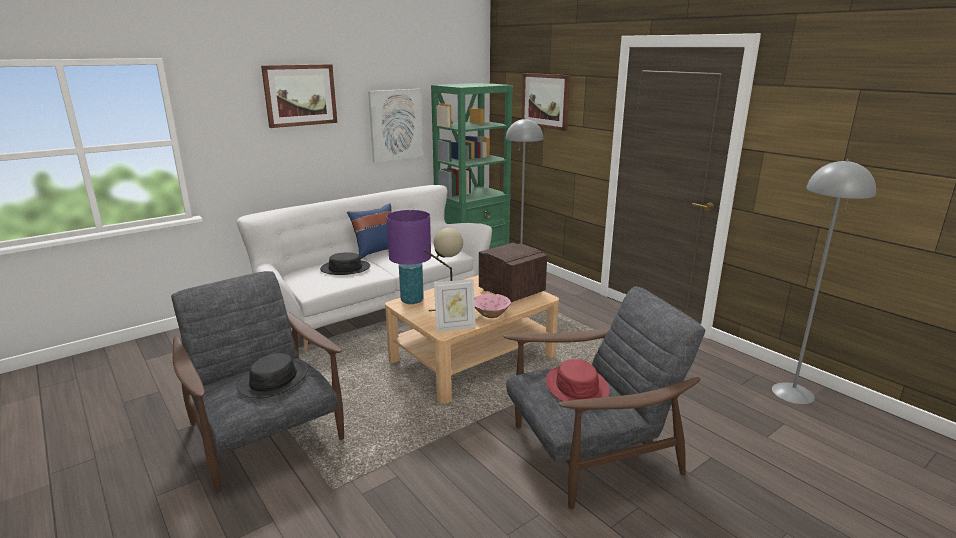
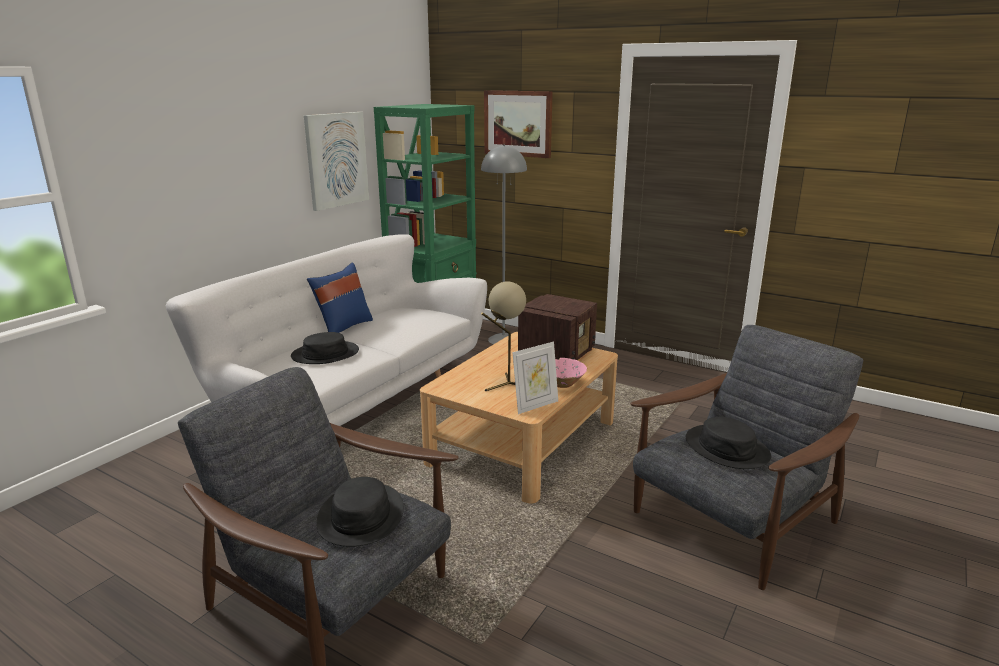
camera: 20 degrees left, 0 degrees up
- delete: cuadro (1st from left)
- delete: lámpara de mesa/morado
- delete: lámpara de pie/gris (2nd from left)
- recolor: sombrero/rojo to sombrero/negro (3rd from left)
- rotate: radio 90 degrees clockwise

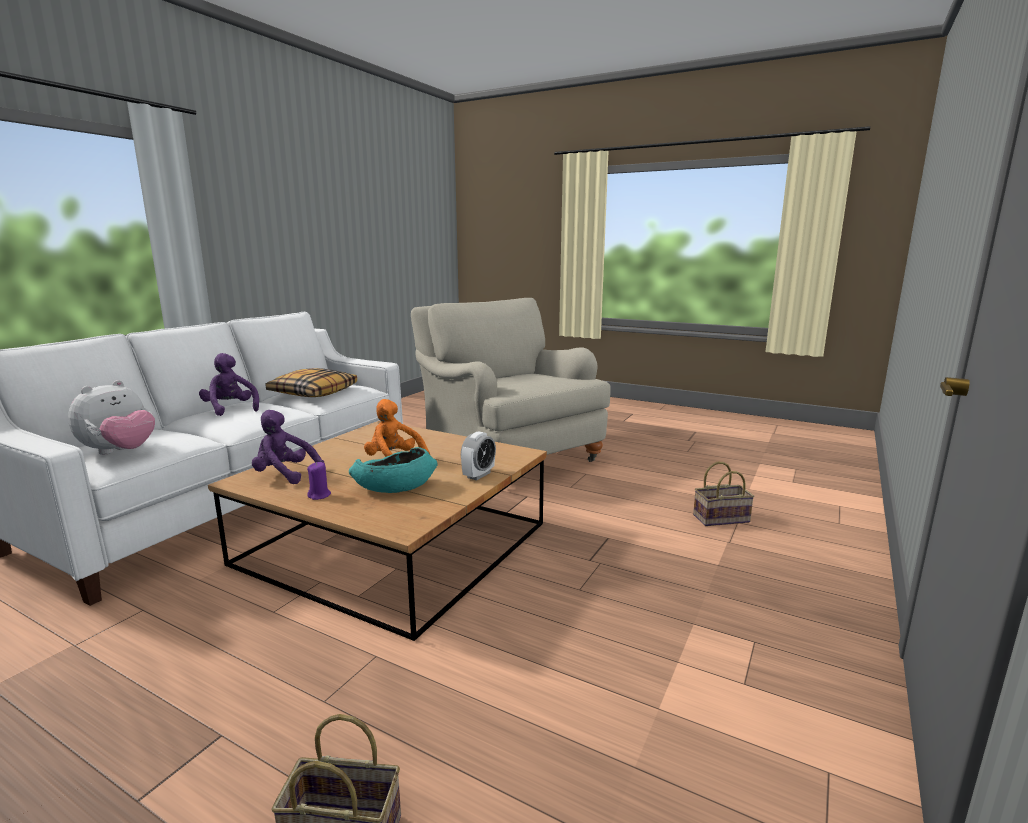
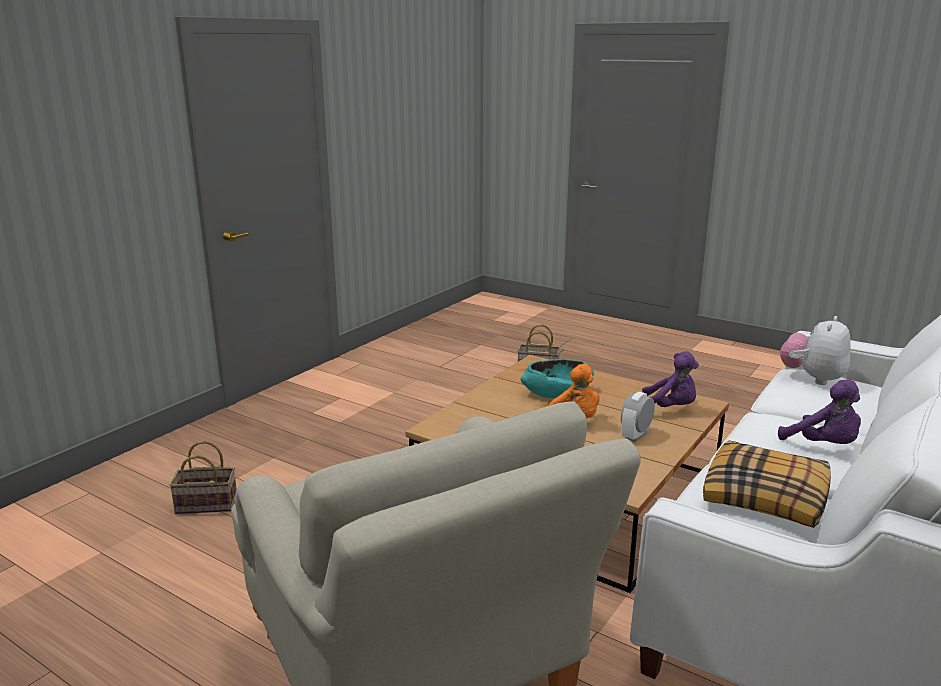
camera: 175 degrees left, 5 degrees up
- delete: vela/morado
- move: despertador

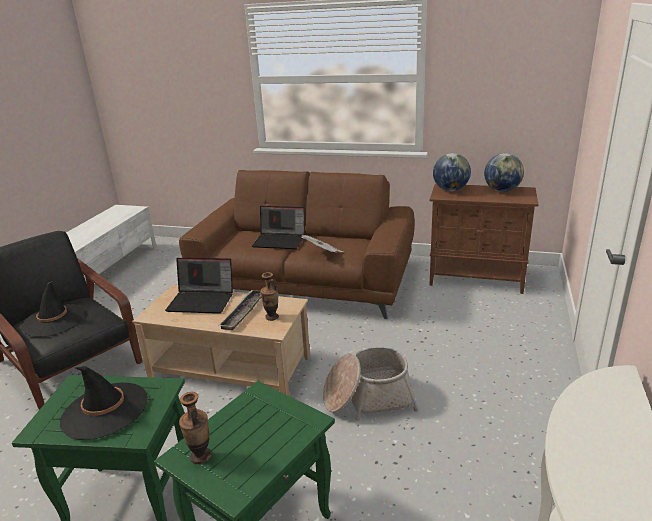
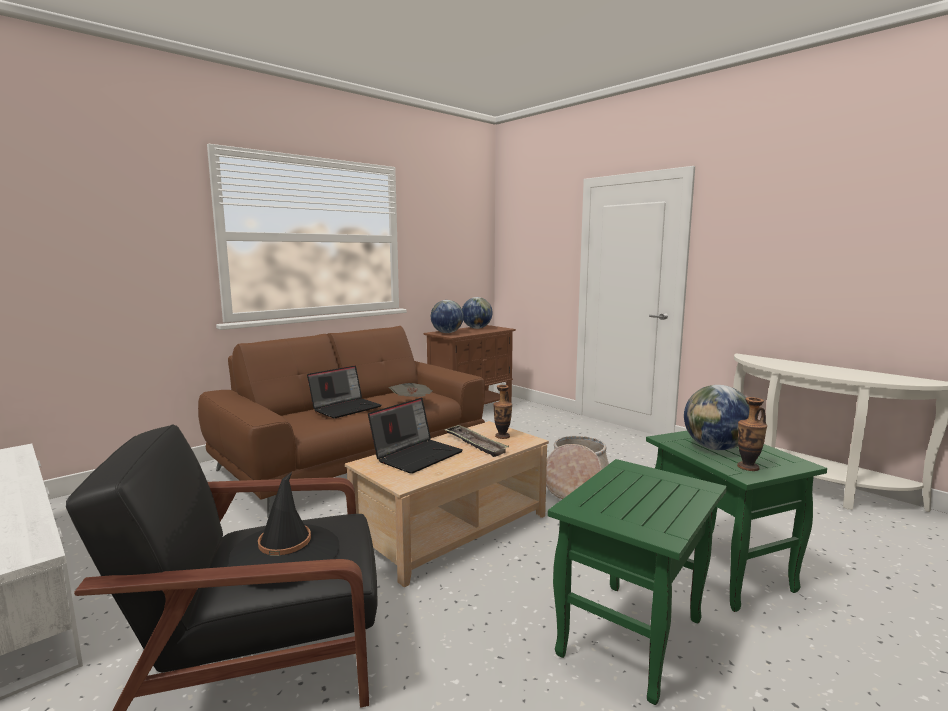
camera: 60 degrees left, 15 degrees down
- delete: sombrero/negro (2nd from left)
- insert: globo terráqueo (3rd from left)

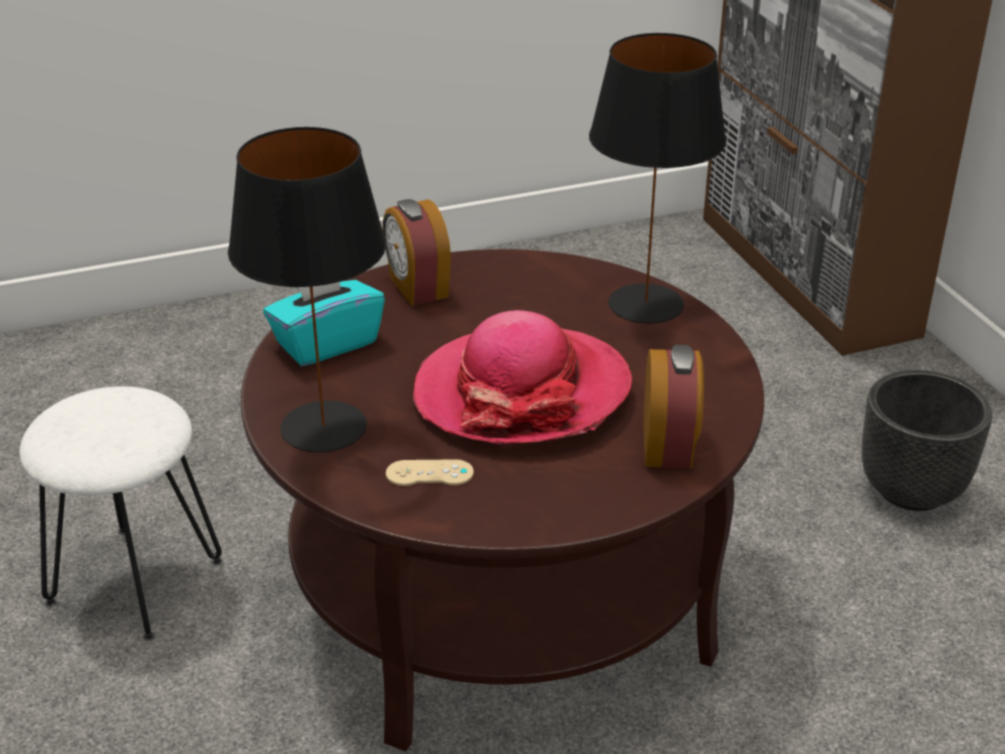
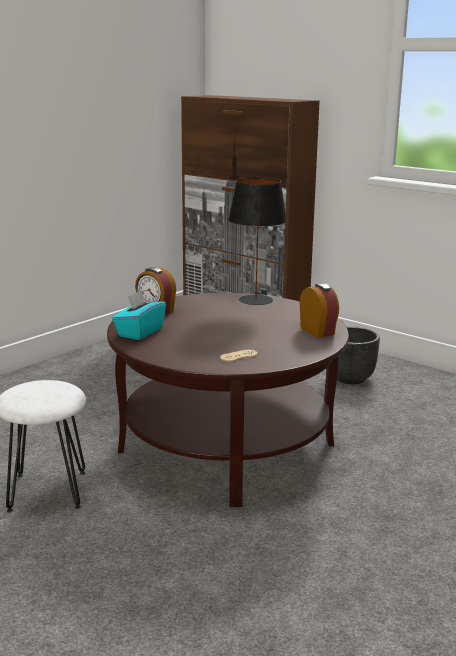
camera: 30 degrees left, 15 degrees down
- delete: lámpara de mesa/negro (1st from left)
- delete: sombrero

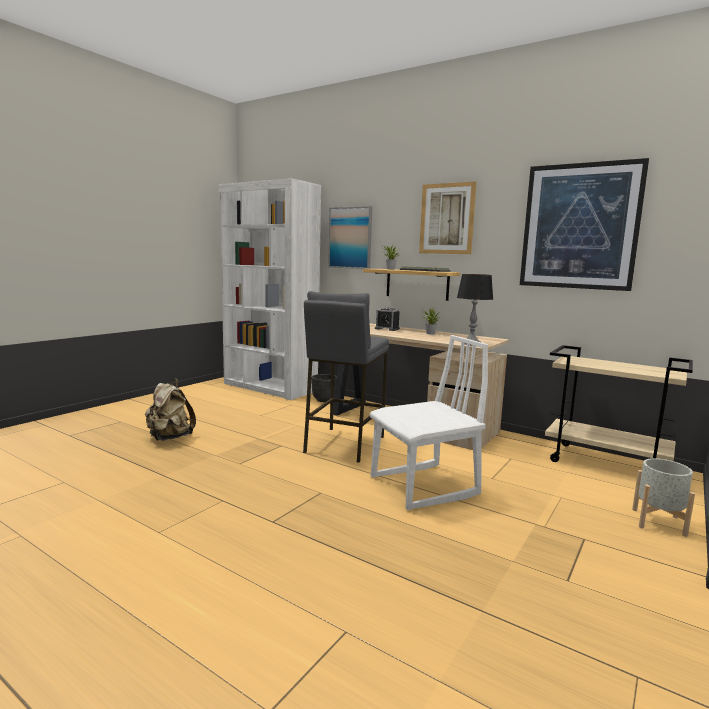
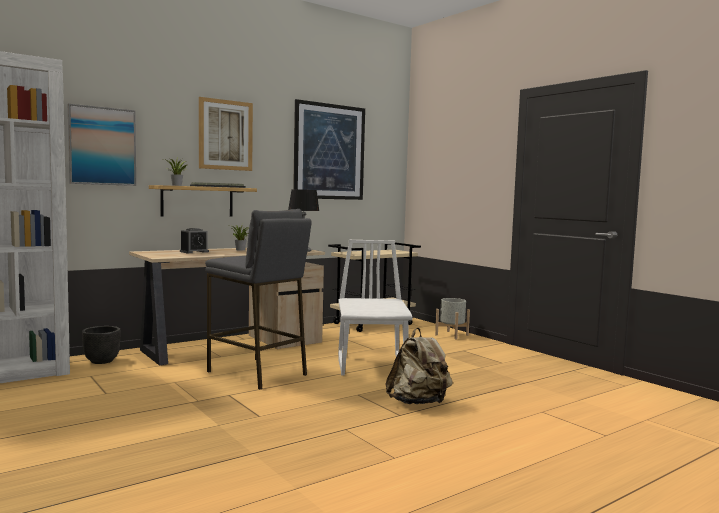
camera: 70 degrees left, 5 degrees down
- move: mochila/beis

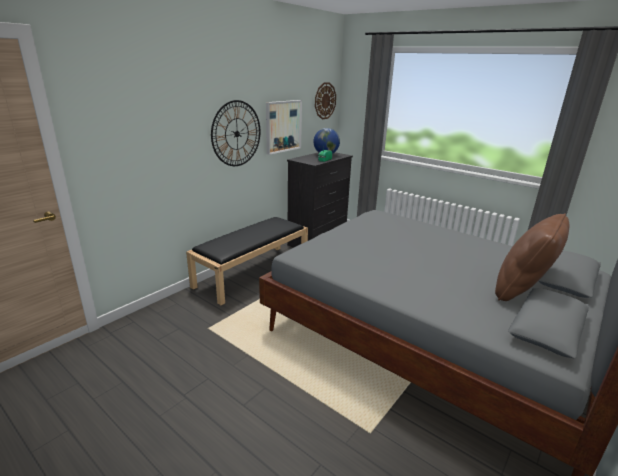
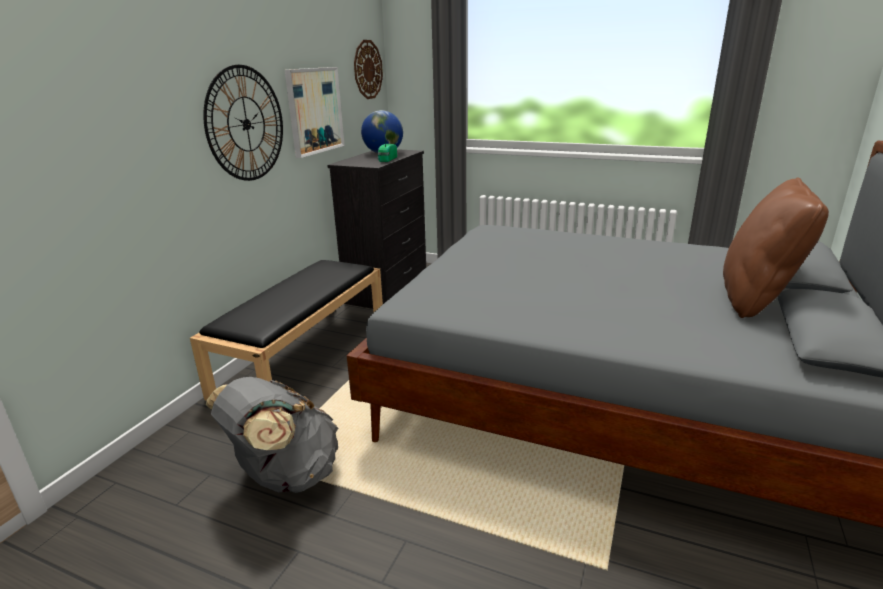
camera: 15 degrees left, 0 degrees up
- insert: mochila/gris

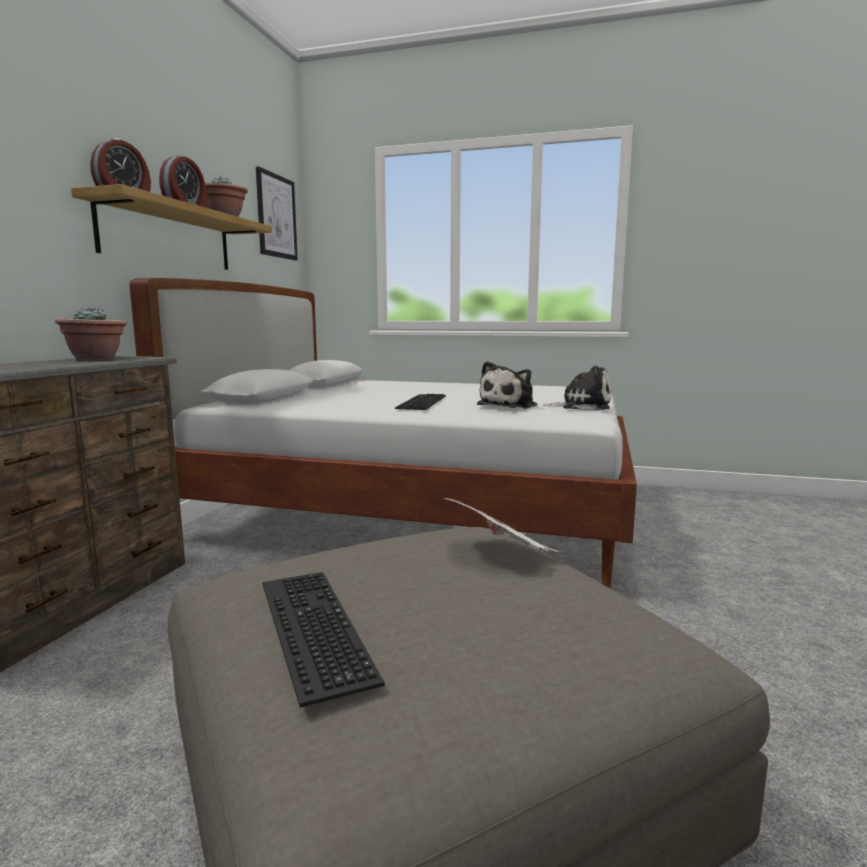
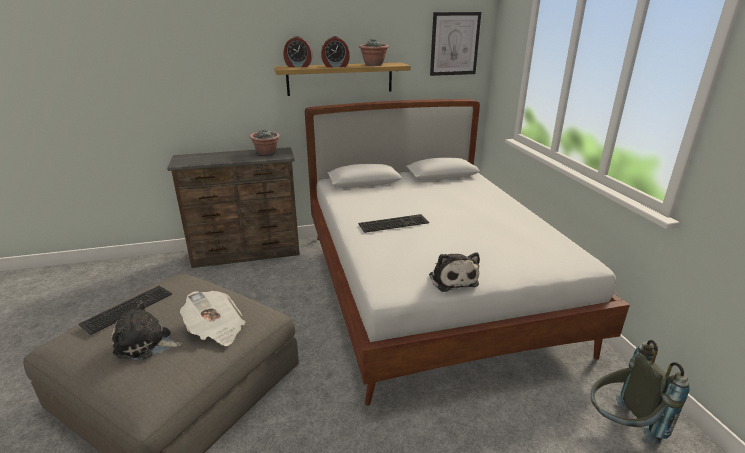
camera: 60 degrees right, 15 degrees up
- insert: mochila/gris
- move: peluche (1st from left)

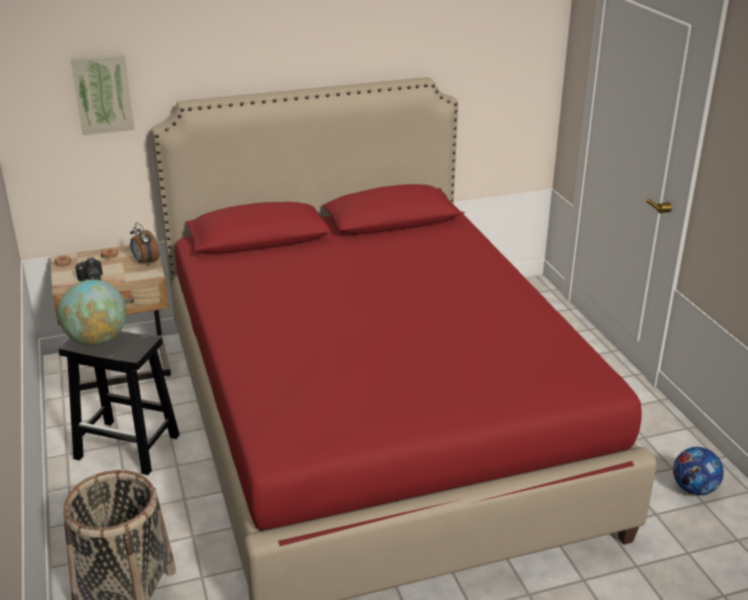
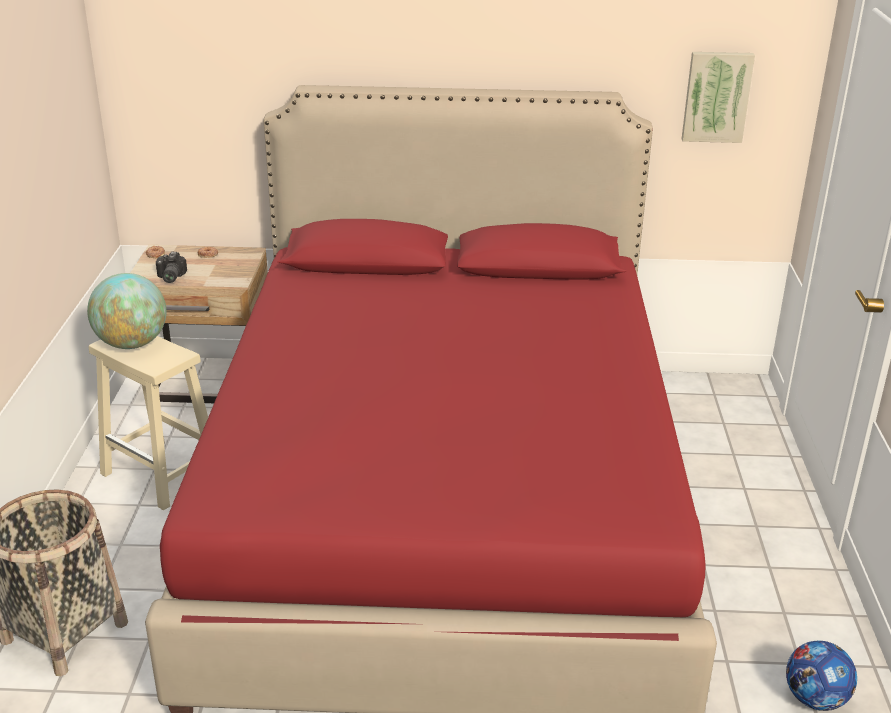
camera: 20 degrees right, 0 degrees up
- delete: despertador
- move: cuadro
- recolor: taburete/negro to taburete/beis

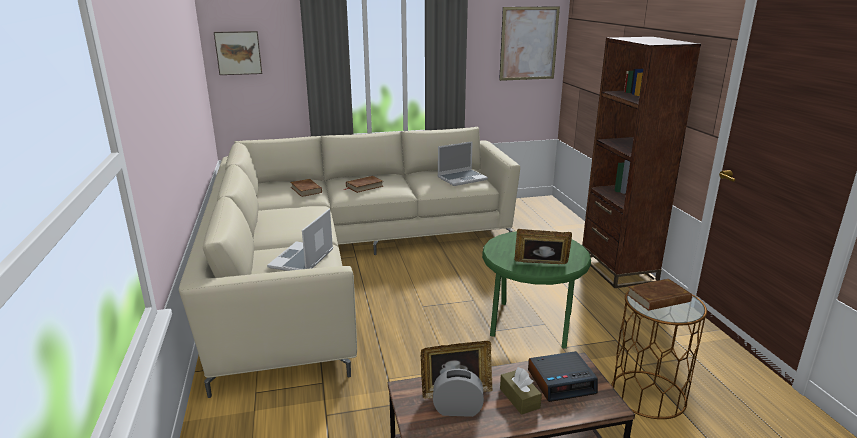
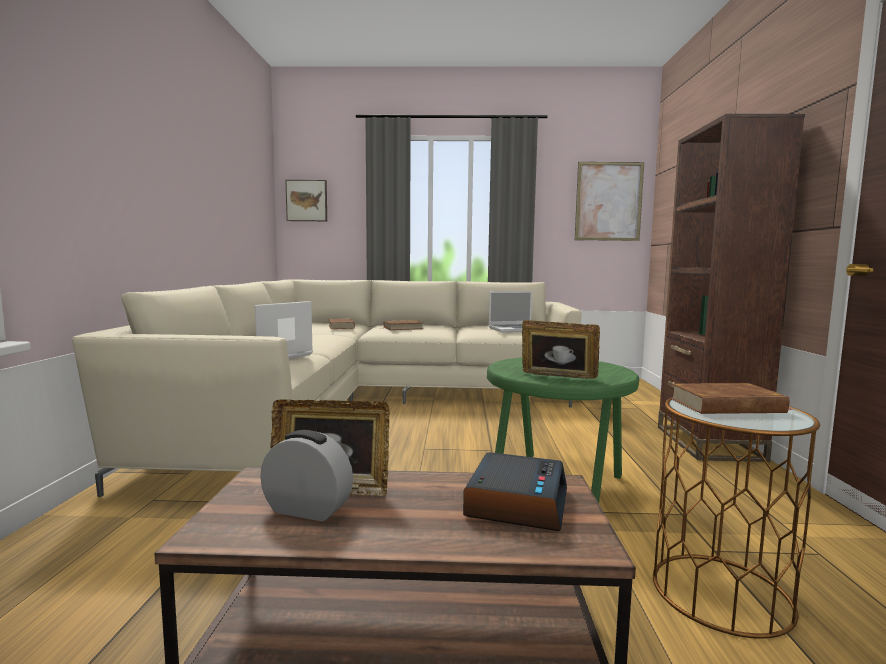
camera: 15 degrees right, 15 degrees down
- delete: caja de pañuelos/marrón
- rotate: despertador (2nd from left) 75 degrees counterclockwise

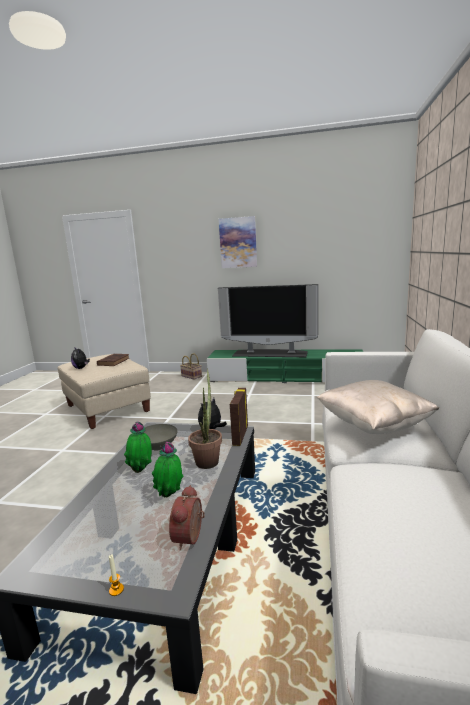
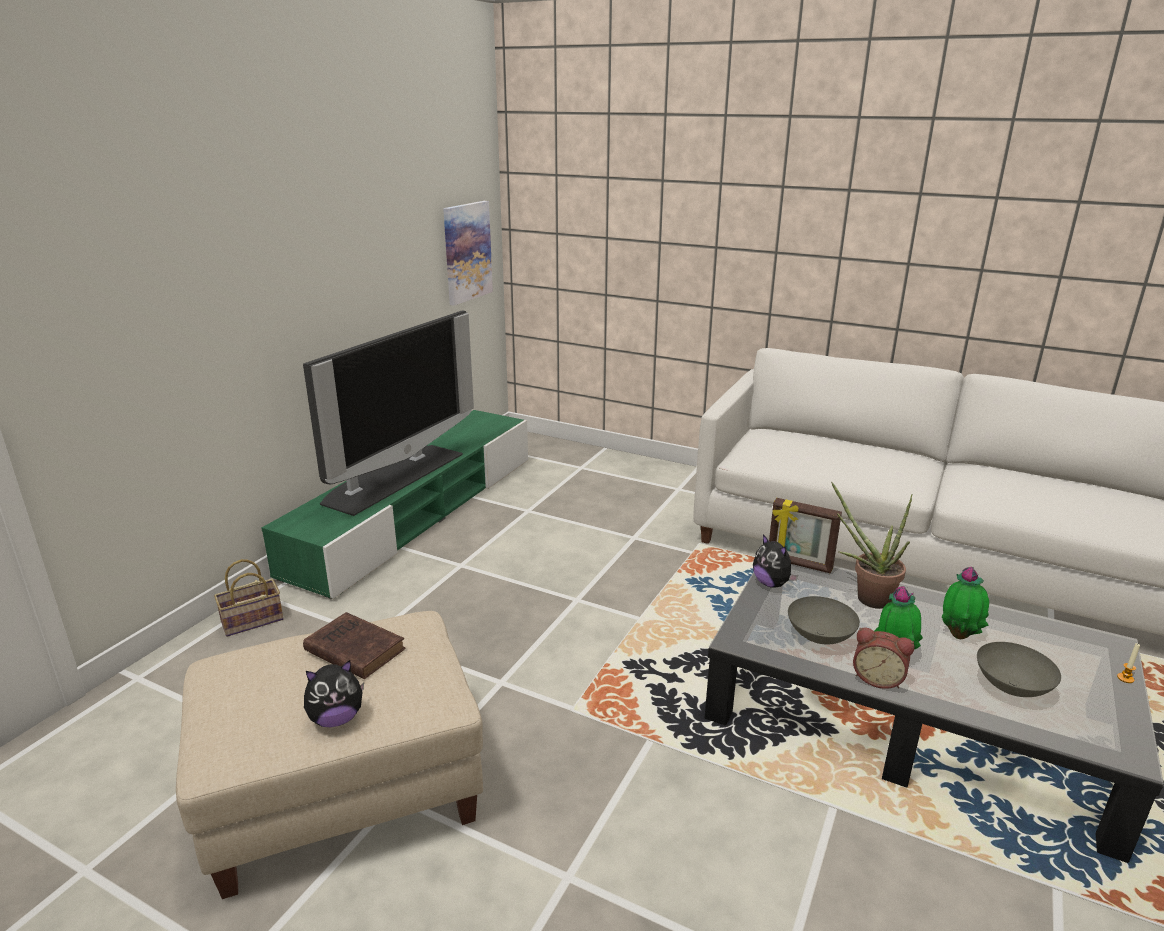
camera: 75 degrees left, 10 degrees up
- delete: cojín/beis
- insert: cuenco/gris (2nd from left)
- move: despertador
- move: cuadro

